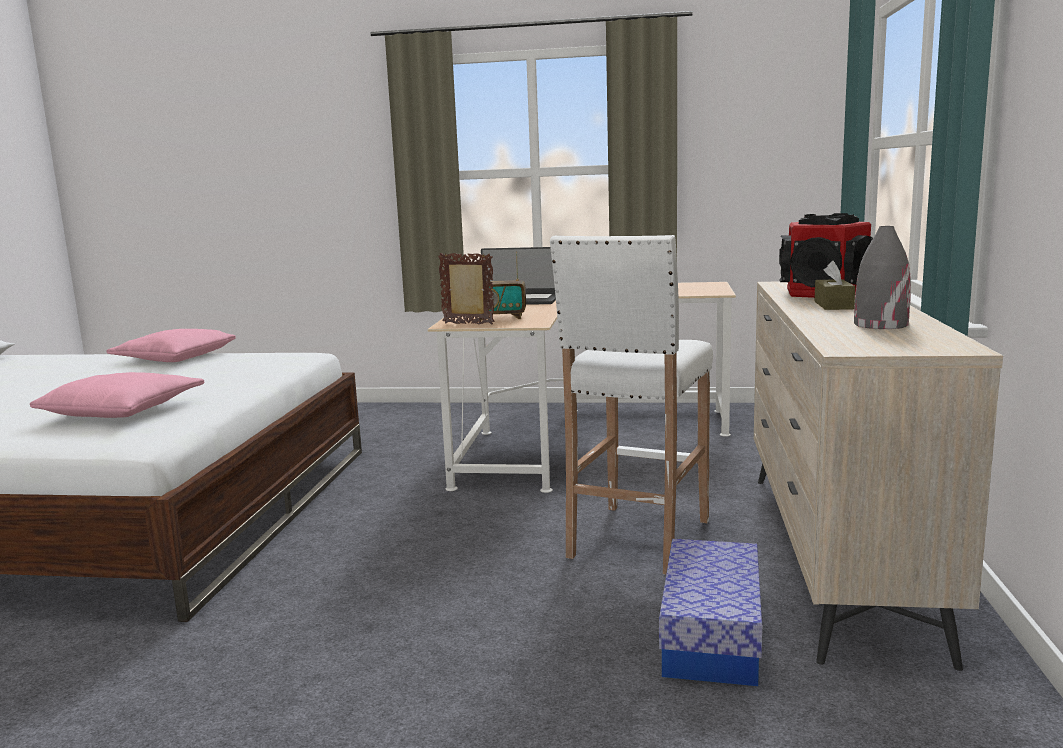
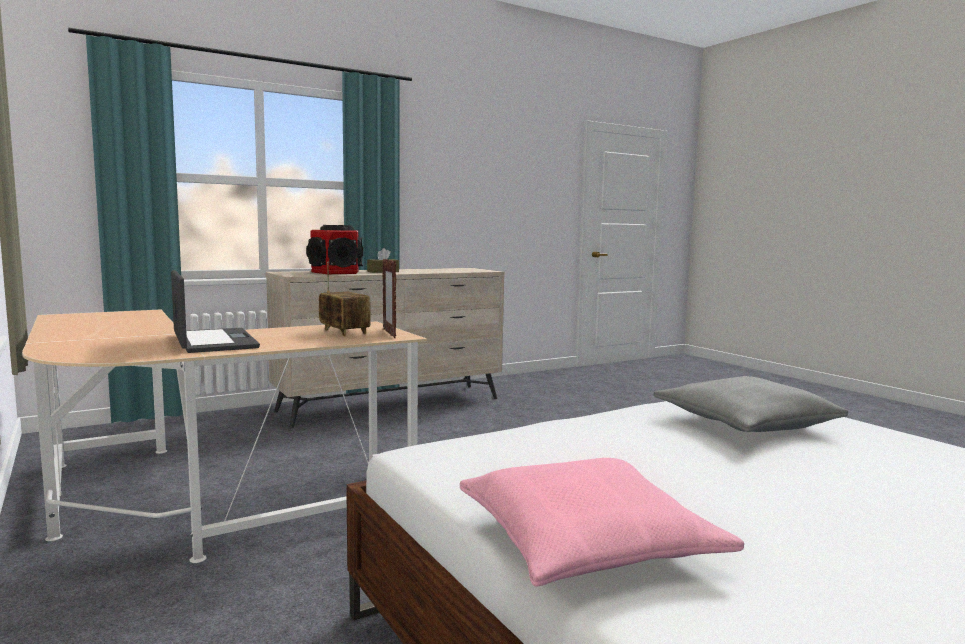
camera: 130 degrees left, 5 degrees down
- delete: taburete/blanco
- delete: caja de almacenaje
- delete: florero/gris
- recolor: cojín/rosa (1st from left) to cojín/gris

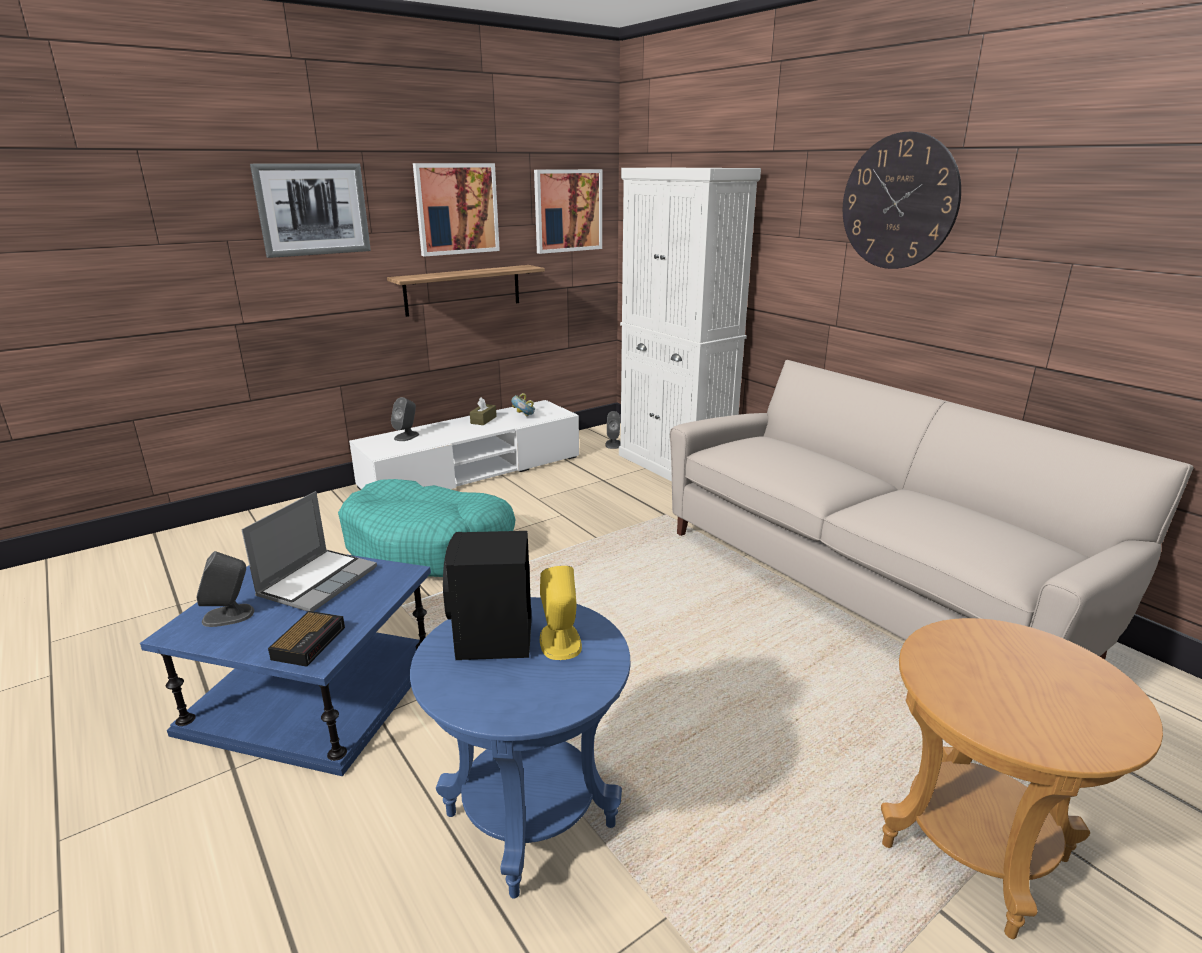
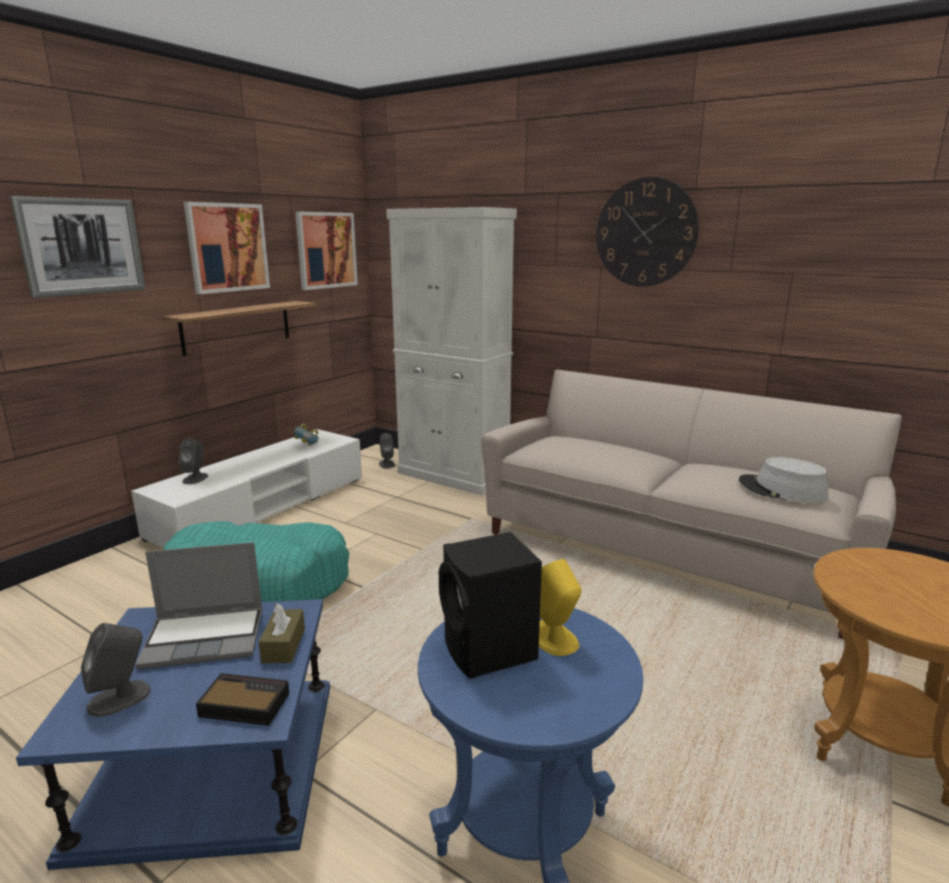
camera: 20 degrees left, 5 degrees down
- insert: sombrero/gris
- move: caja de pañuelos/marrón
- rotate: portátil 75 degrees clockwise
- rotate: despertador 75 degrees counterclockwise

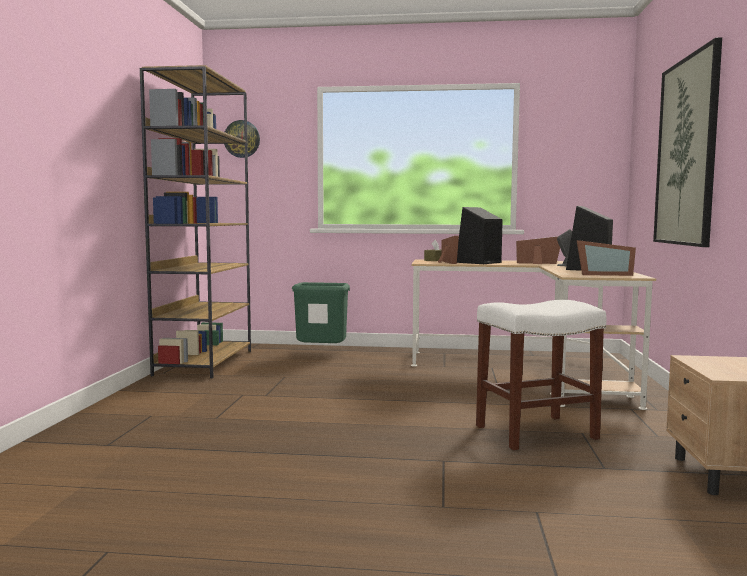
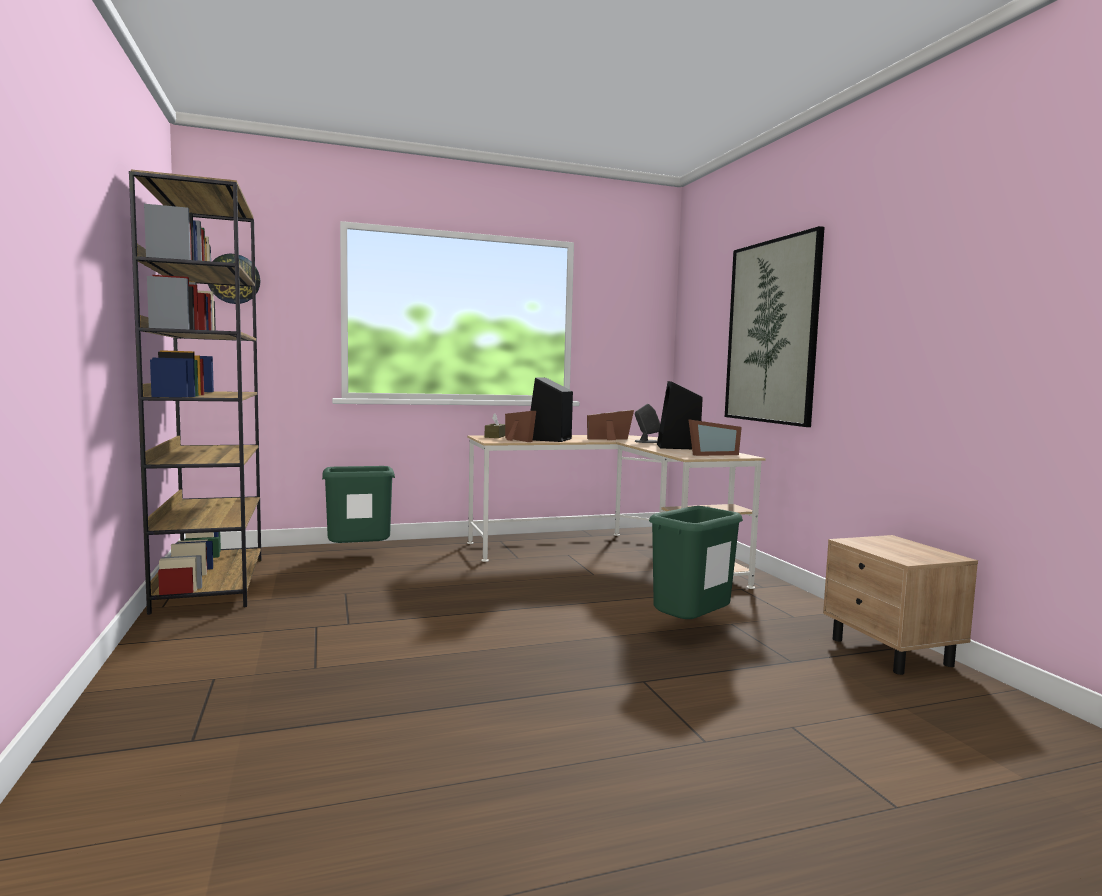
camera: 25 degrees left, 0 degrees up
- replace: taburete/blanco to papelera/verde (2nd from left)

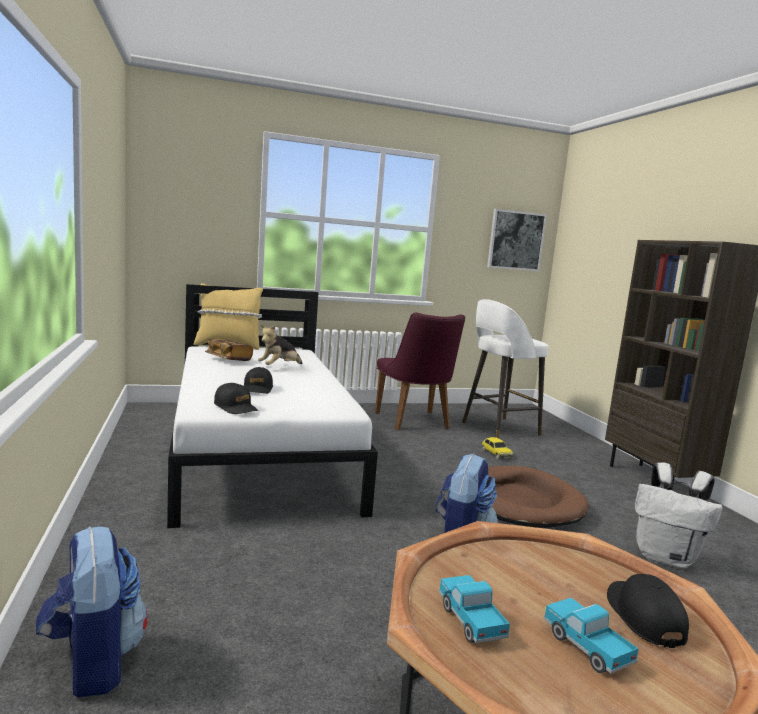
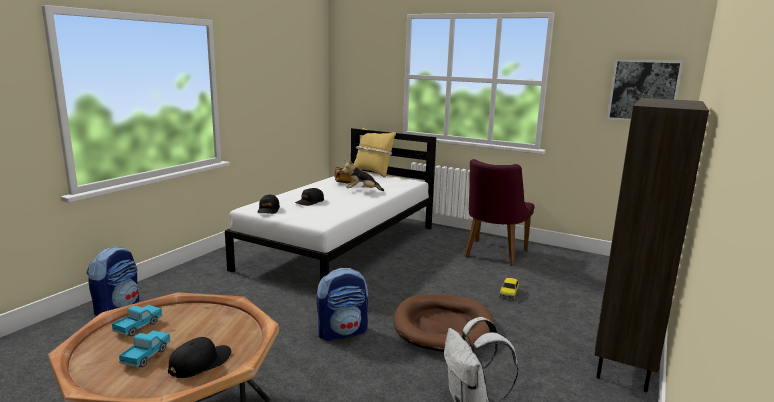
camera: 45 degrees right, 5 degrees up
- delete: taburete/blanco

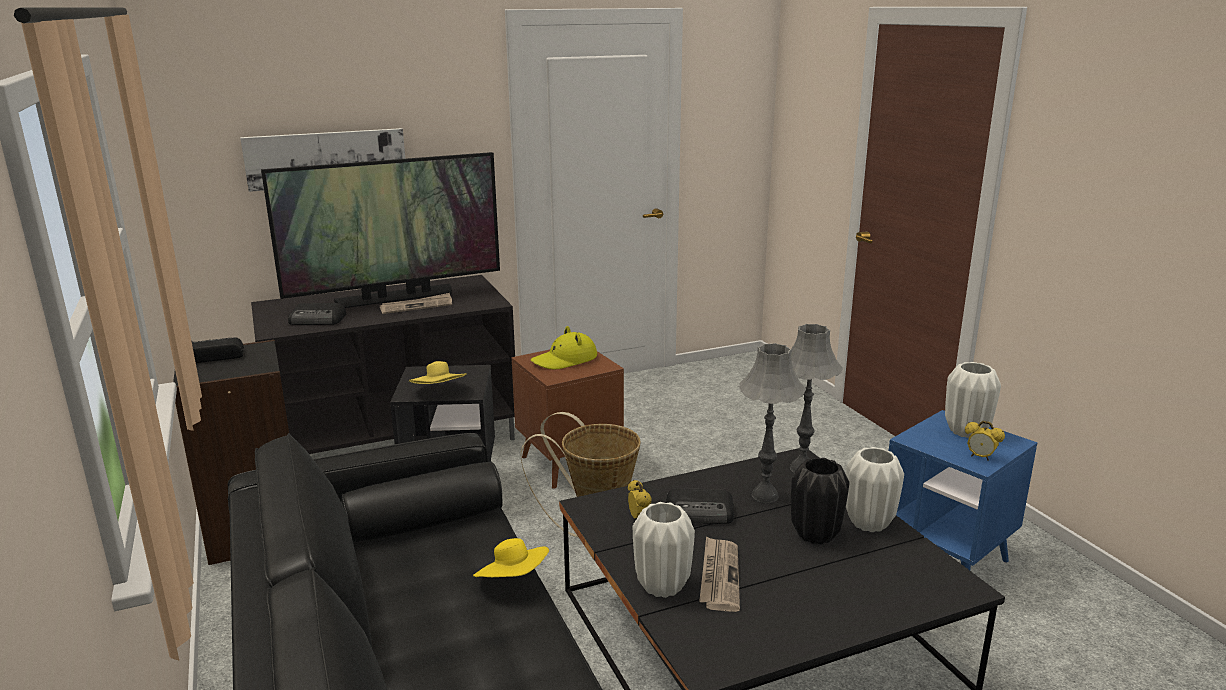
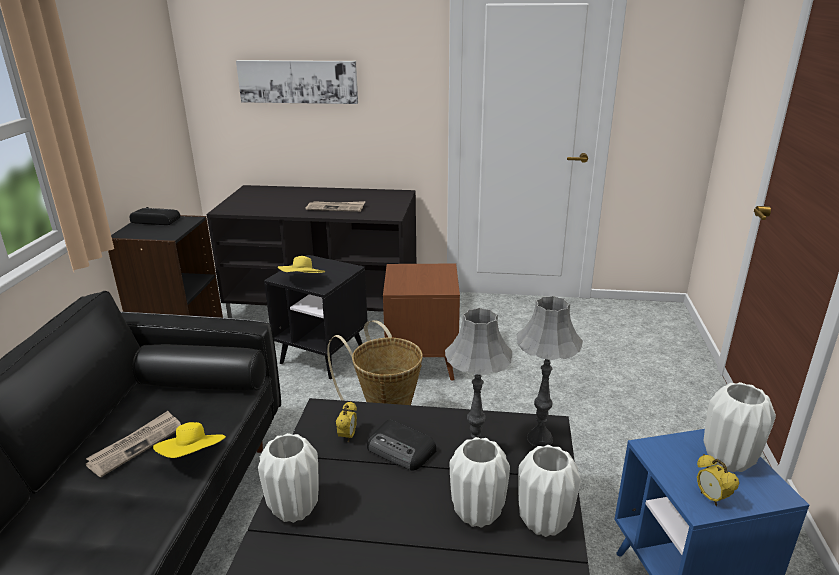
camera: 30 degrees right, 5 degrees up
- delete: televisor
- delete: radio (2nd from left)
- delete: sombrero/amarillo (3rd from left)
- move: periódico (2nd from left in the first image) to periódico (1st from left)
- recolor: florero/negro to florero/blanco (2nd from left)

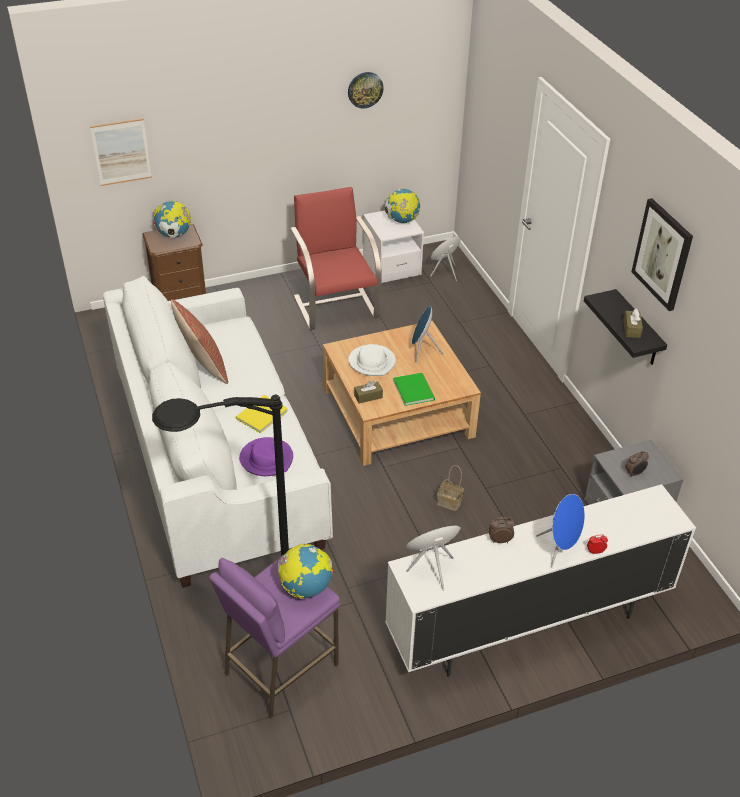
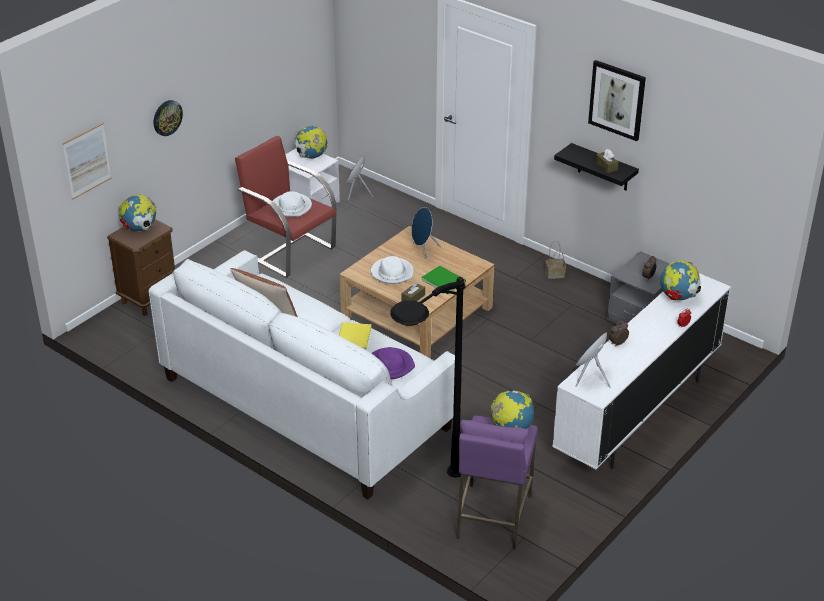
camera: 30 degrees left, 5 degrees down
- delete: altavoz/azul (4th from left)
- insert: sombrero/blanco (1st from left)
- insert: globo terráqueo (4th from left)
- move: reloj de pared
- move: cesta

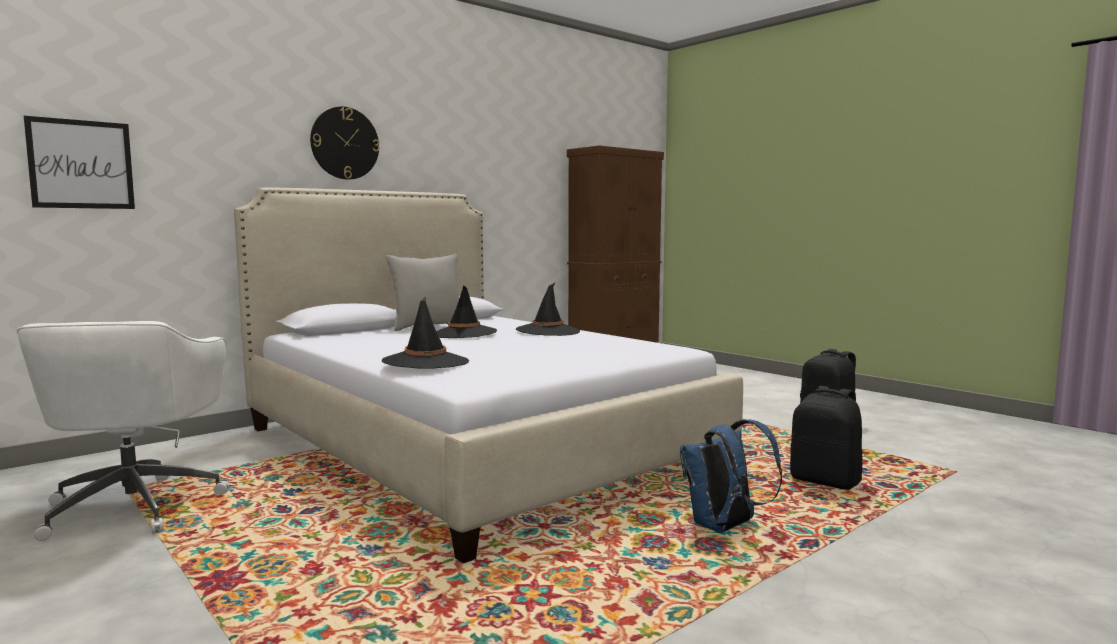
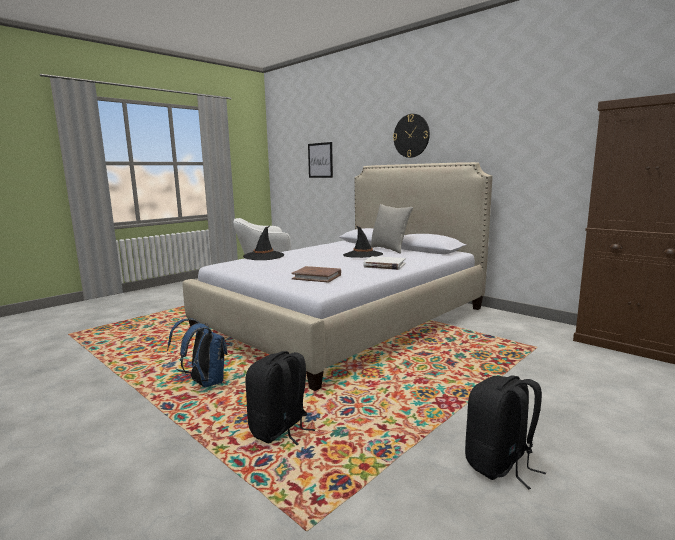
camera: 85 degrees right, 5 degrees up
- insert: libro/marrón
- replace: sombrero/negro (3rd from left) to libro/blanco

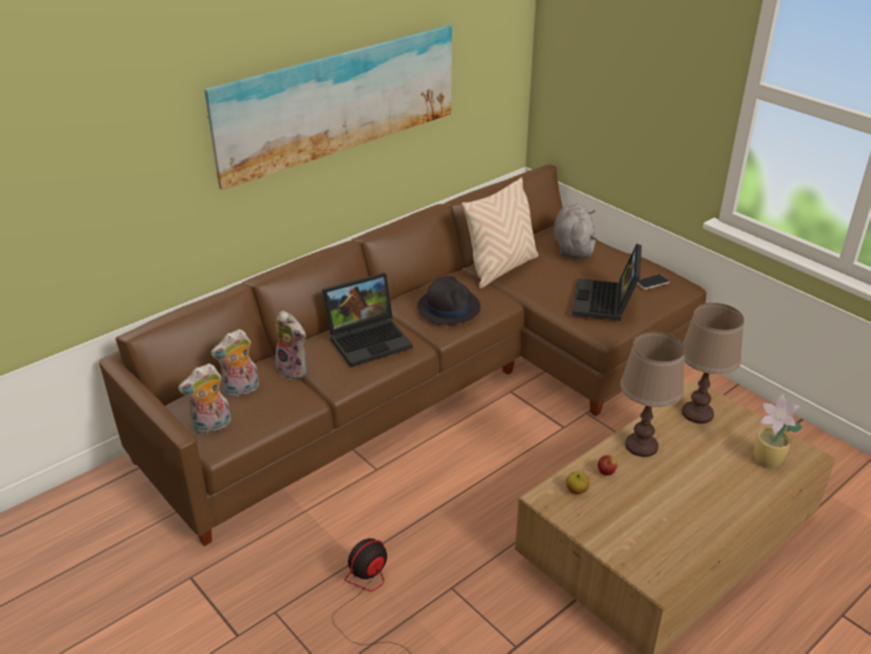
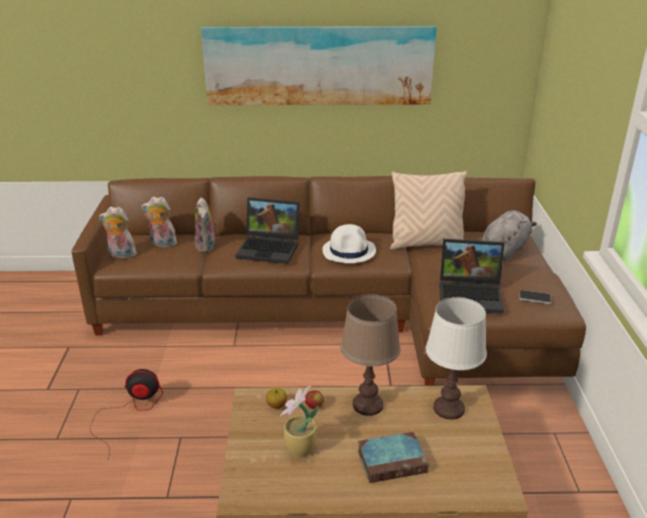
camera: 40 degrees right, 5 degrees down
- insert: libro
- move: planta en maceta
- recolor: sombrero/negro to sombrero/blanco
- recolor: lámpara de mesa/marrón (2nd from left) to lámpara de mesa/blanco
- rotate: portátil (2nd from left) 135 degrees counterclockwise

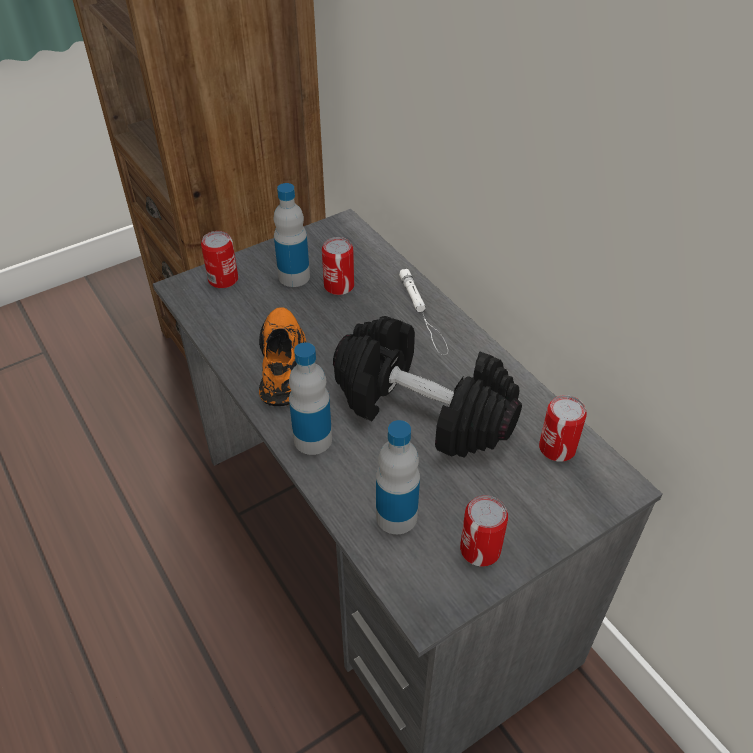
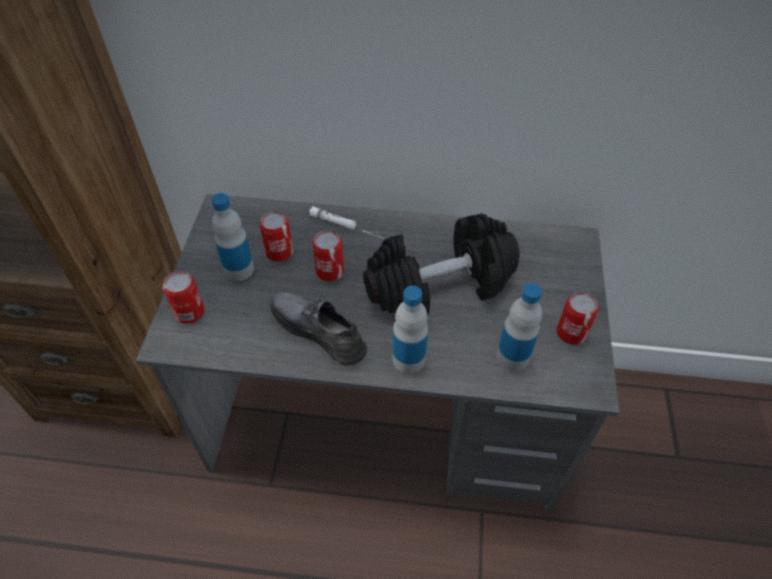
camera: 50 degrees left, 5 degrees up
- move: lata (4th from left in the first image) to lata (3rd from left)
- recolor: zapato/naranja to zapato/gris

